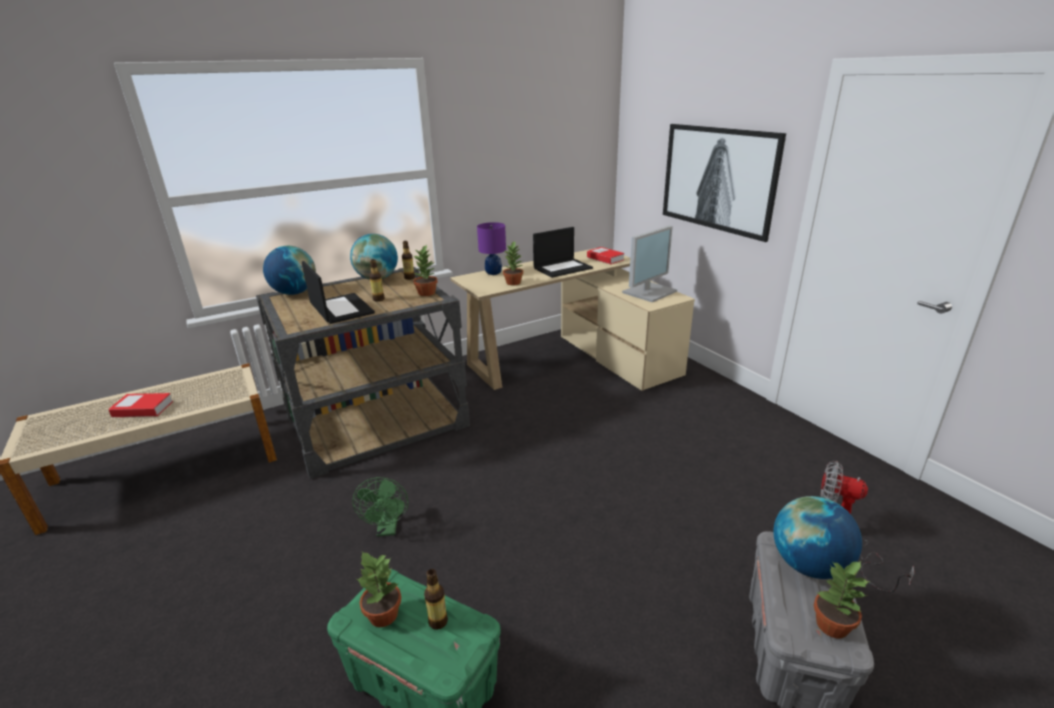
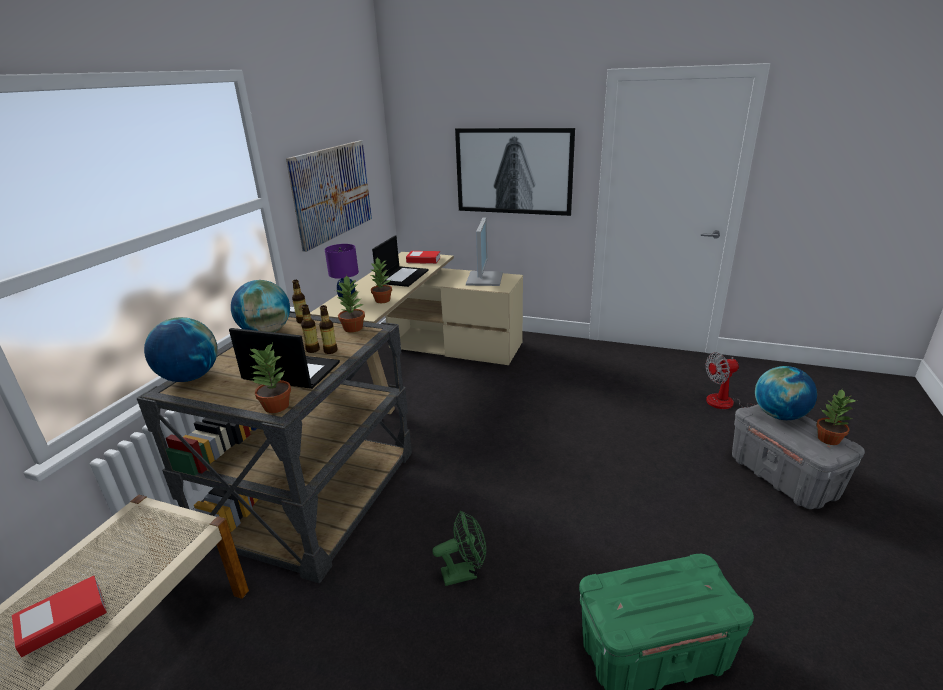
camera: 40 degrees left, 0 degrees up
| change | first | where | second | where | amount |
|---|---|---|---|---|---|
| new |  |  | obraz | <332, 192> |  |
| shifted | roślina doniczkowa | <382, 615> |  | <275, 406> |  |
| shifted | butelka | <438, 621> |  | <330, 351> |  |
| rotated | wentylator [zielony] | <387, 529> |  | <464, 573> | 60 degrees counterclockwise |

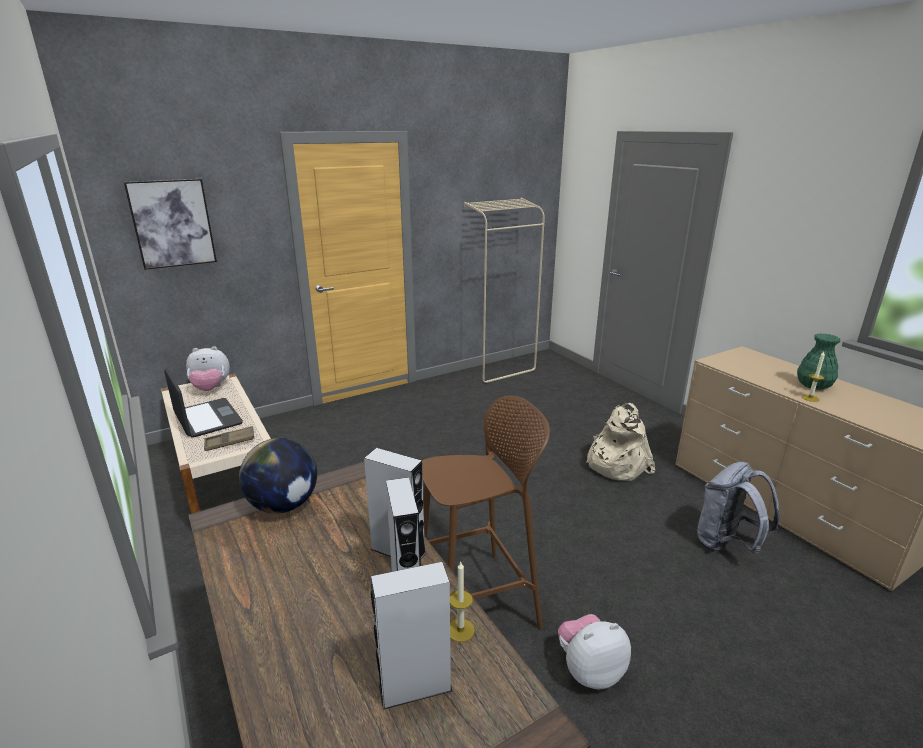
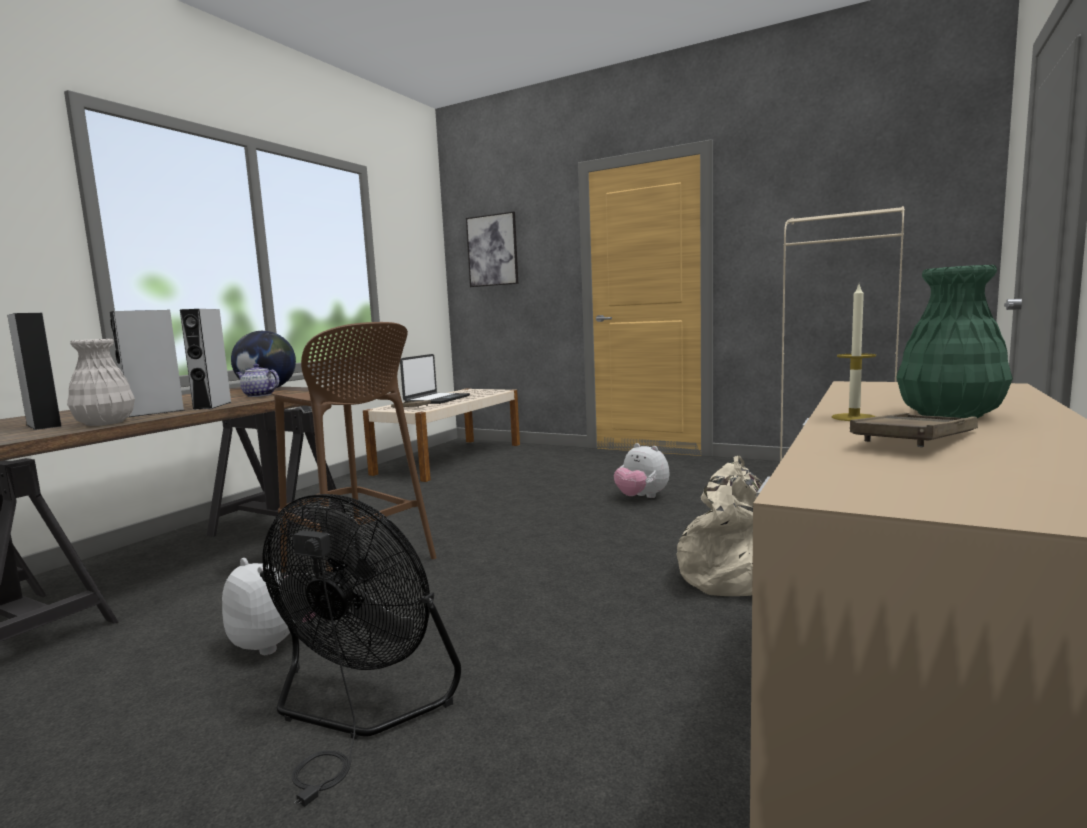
camera: 60 degrees right, 15 degrees down
| change | first | where | second | where | amount |
|---|---|---|---|---|---|
| gone | plecak [szary] | <727, 544> |  |  |  |
| new |  |  | imbryk | <258, 395> |  |
| new |  |  | wentylator [czarny] | <348, 711> |  |
| new |  |  | taca [brązowy] | <915, 439> |  |
| shifted | pluszak | <211, 388> |  | <641, 497> |  |
| swapped | świeca | <460, 630> | wazon [biały] | <105, 423> |  |

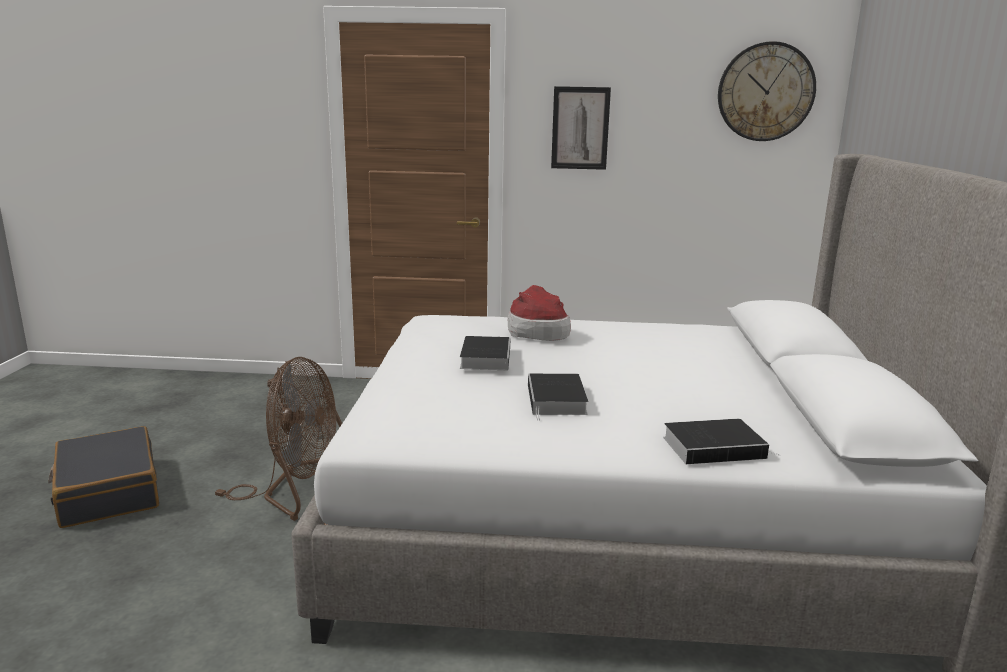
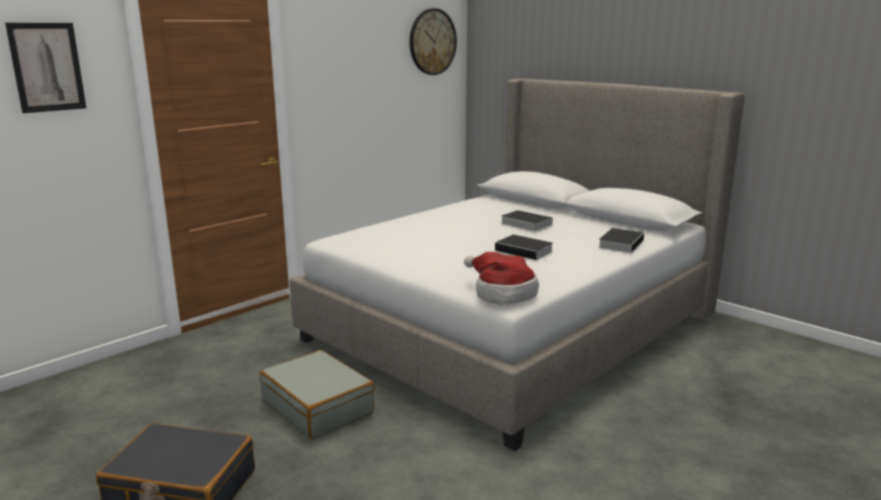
camera: 50 degrees left, 0 degrees up
| change | first | where | second | where | amount |
|---|---|---|---|---|---|
| shifted | książka | <485, 357> |  | <524, 223> |  |
| shifted | kapelusz | <537, 331> |  | <501, 294> |  |
| shifted | obraz | <580, 128> |  | <47, 67> |  |
| swapped | wentylator [brązowy] | <294, 487> | walizka [szary] | <318, 406> |  |

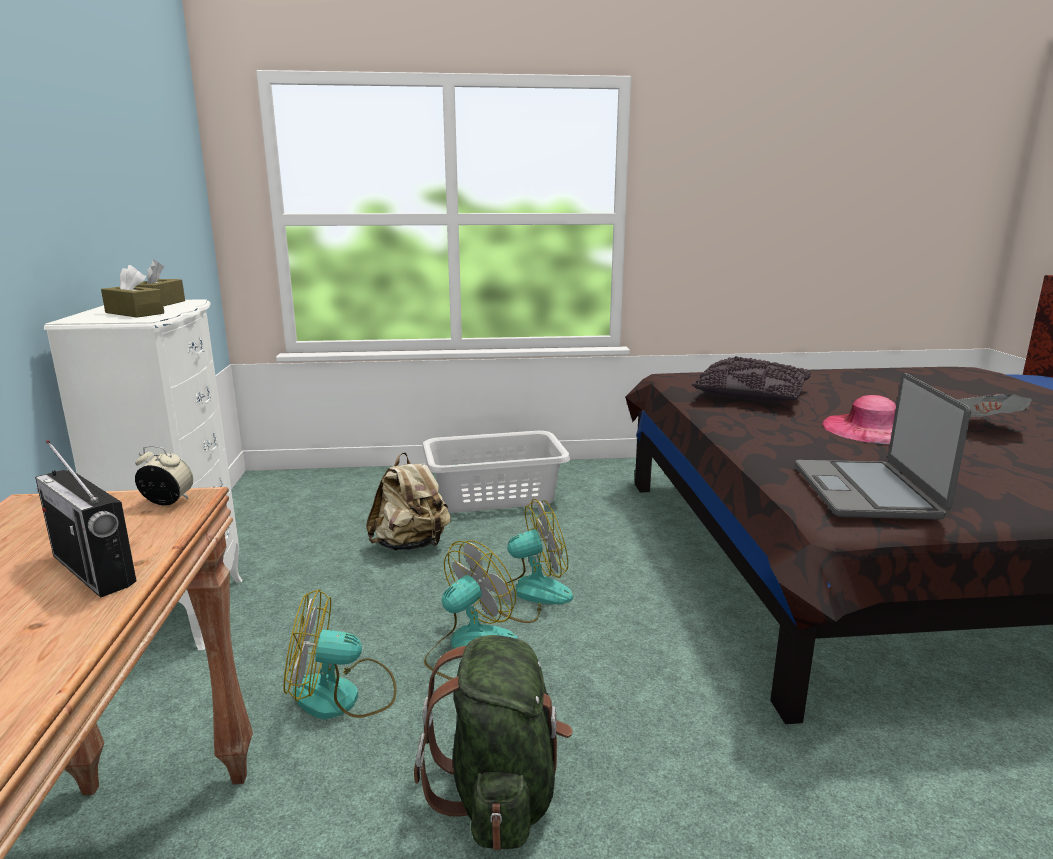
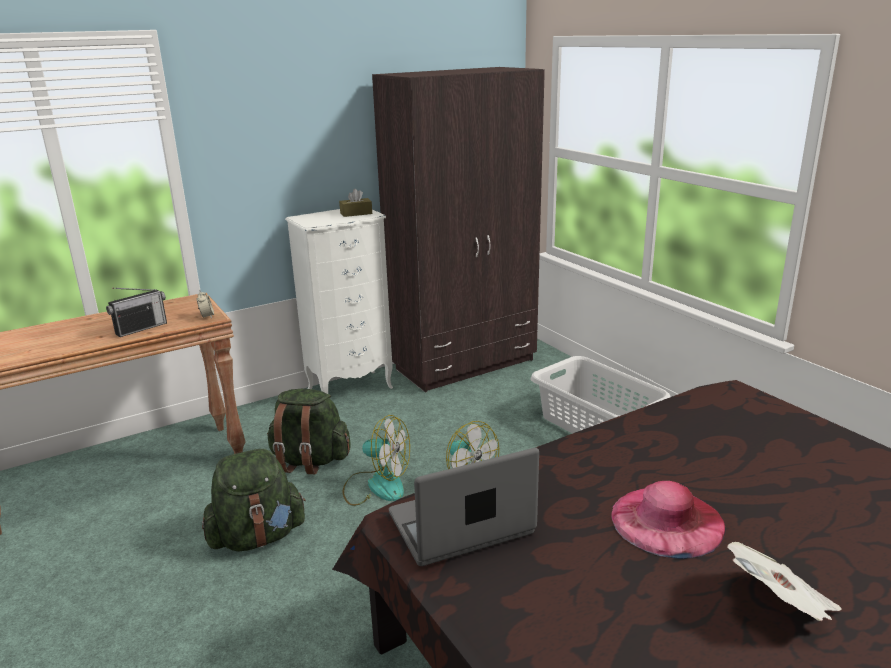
camera: 65 degrees right, 5 degrees up
| change | first | where | second | where | amount |
|---|---|---|---|---|---|
| gone | pudełko chusteczek [brązowy] | <134, 313> |  |  |  |
| gone | plecak [beżowy] | <411, 545> |  |  |  |
| gone | poduszka [czarny] | <751, 396> |  |  |  |
| new |  |  | szafa [brązowy] | <464, 364> |  |
| swapped | wentylator | <342, 696> | plecak [zielony] | <309, 461> |  |
| rotated | radio | <93, 570> |  | <141, 328> | 150 degrees counterclockwise |

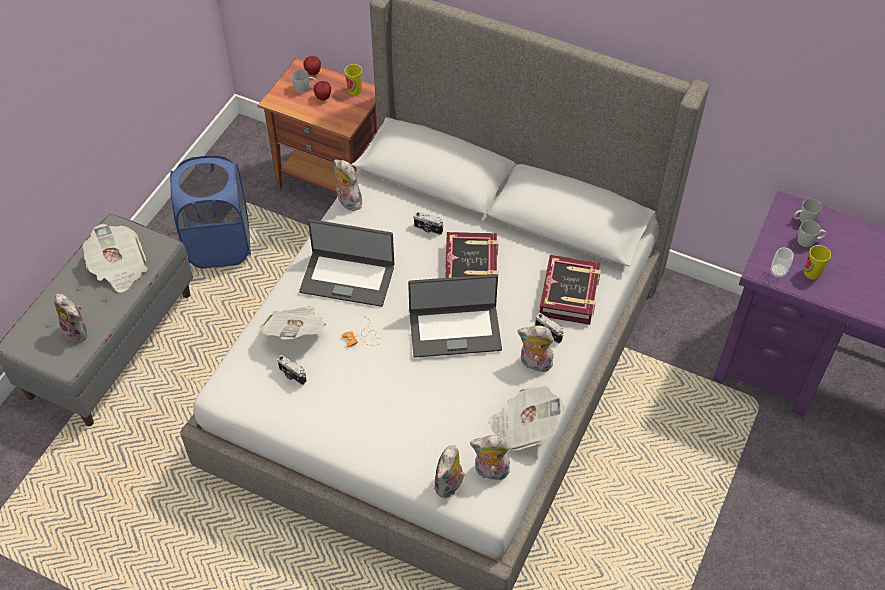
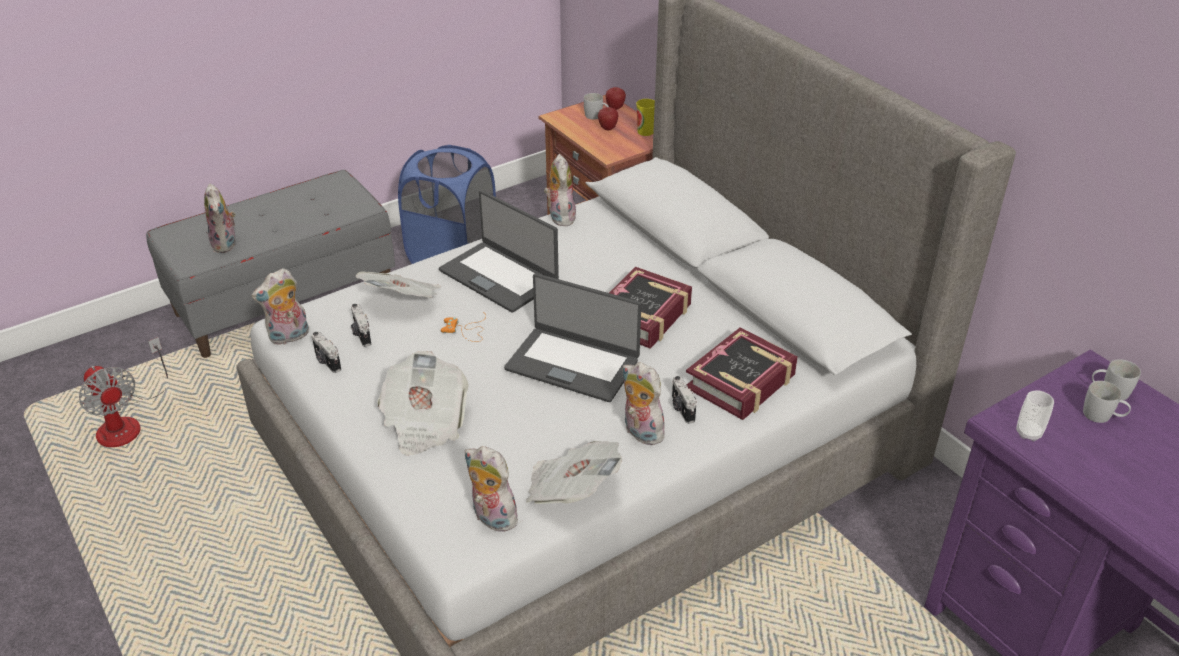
camera: 30 degrees right, 15 degrees down
| change | first | where | second | where | amount |
|---|---|---|---|---|---|
| gone | filiżanka | <812, 272> |  |  |  |
| new |  |  | wentylator | <127, 422> |  |
| shifted | gazeta | <119, 268> |  | <424, 422> |  |
| shifted | aparat fotograficzny | <428, 229> |  | <326, 362> |  |
| shifted | pluszak | <449, 486> |  | <289, 337> |  |

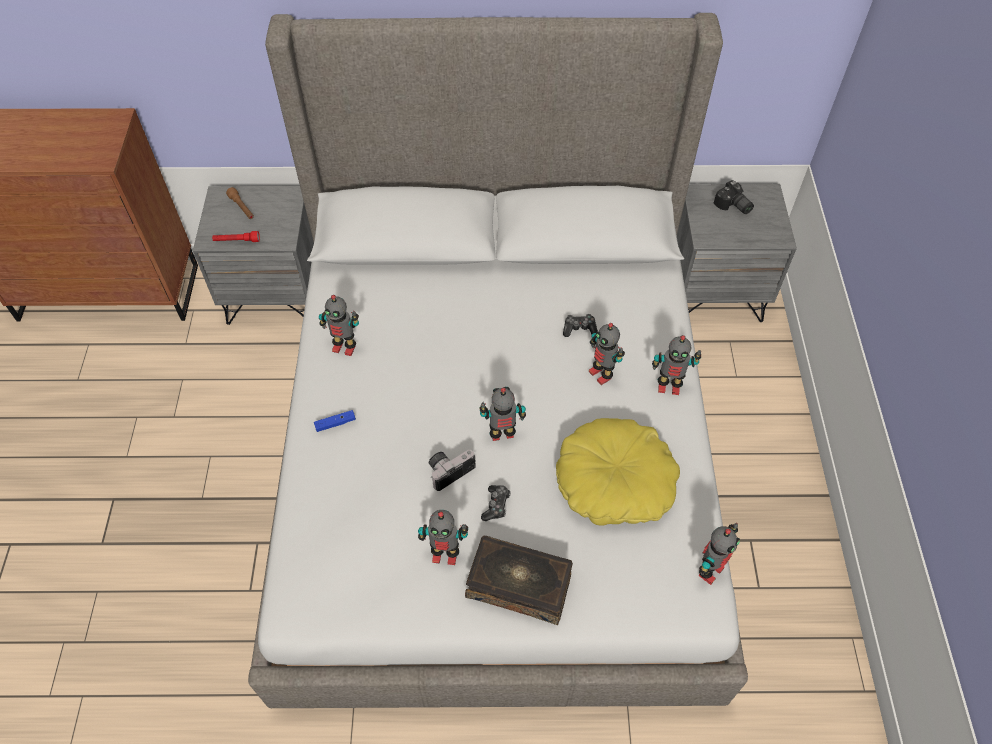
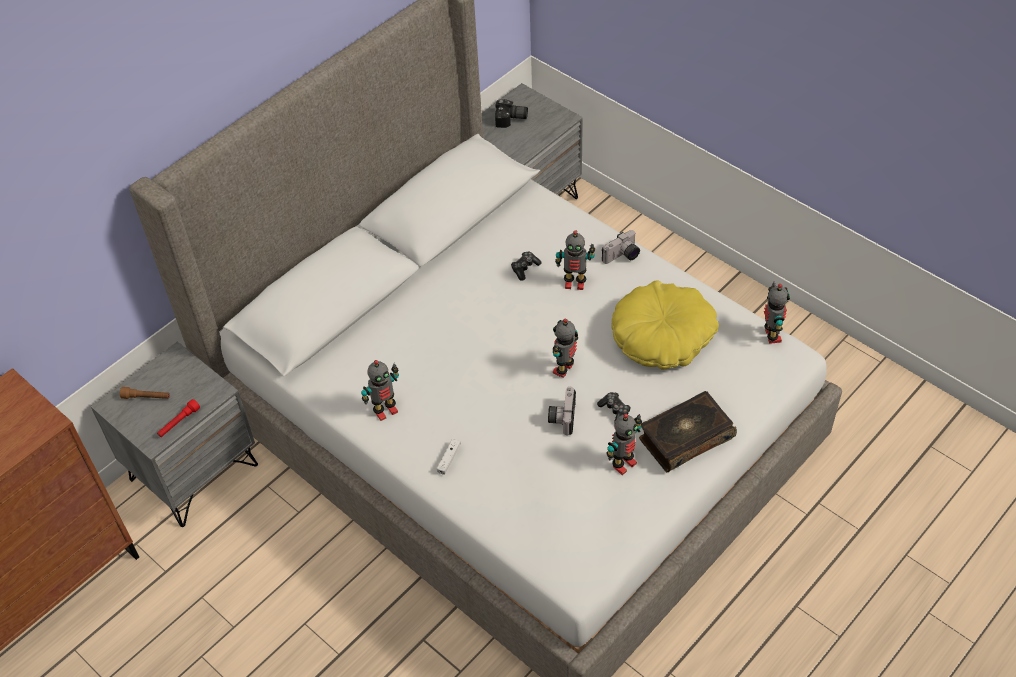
camera: 45 degrees left, 5 degrees down
| change | first | where | second | where | amount |
|---|---|---|---|---|---|
| swapped | robot zabawkowy | <668, 386> | aparat fotograficzny | <622, 256> |  |
| repainted | pad do gier [niebieski] | <335, 423> | pad do gier [biały] | <448, 459> |  |

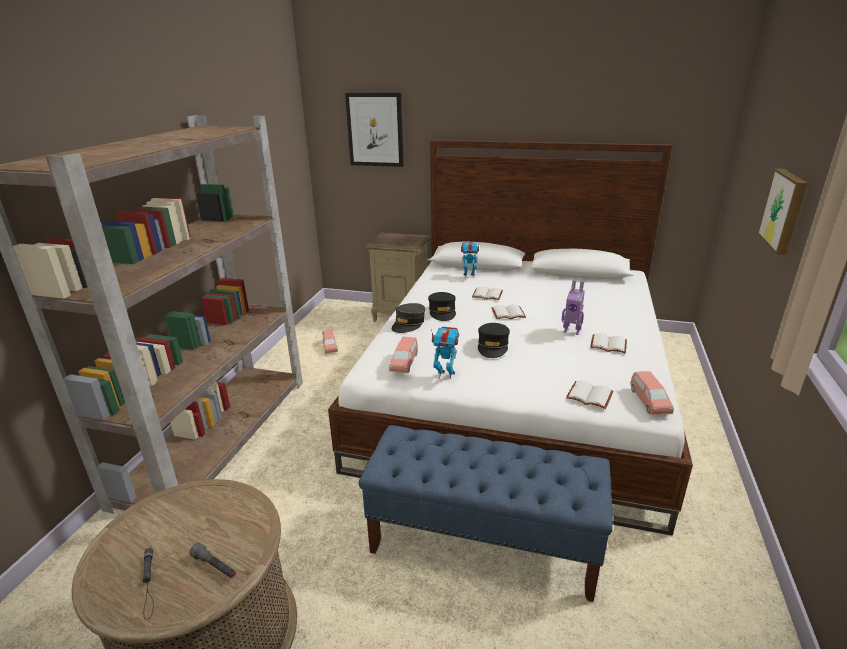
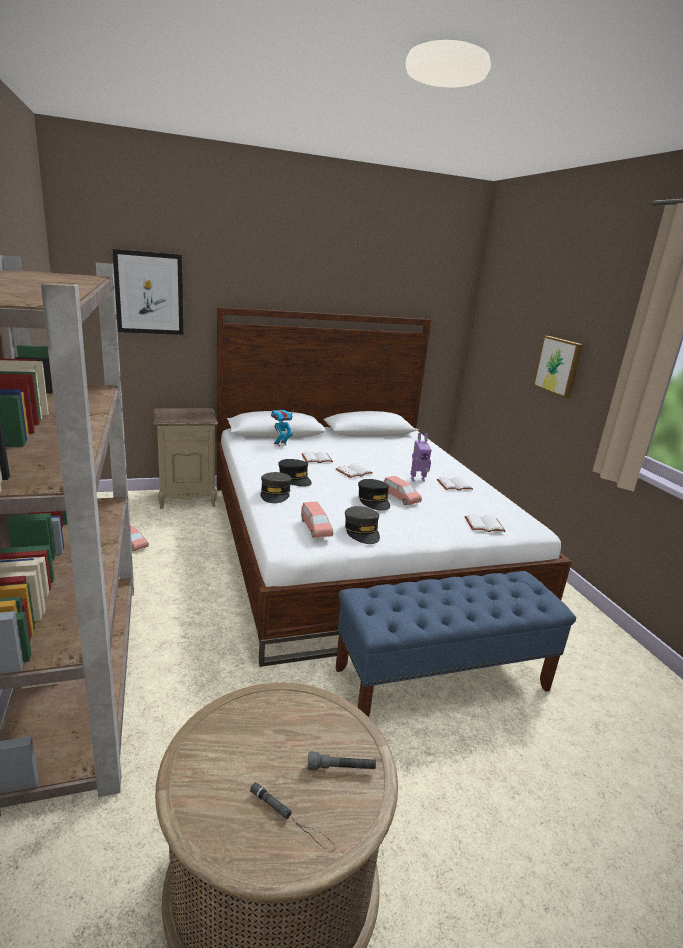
camera: 35 degrees left, 5 degrees down
| change | first | where | second | where | amount |
|---|---|---|---|---|---|
| shifted | samochodzik [różowy] | <649, 401> |  | <400, 498> |  |
| swapped | robot zabawkowy | <445, 375> | czapka z daszkiem [szary] | <362, 532> |  |

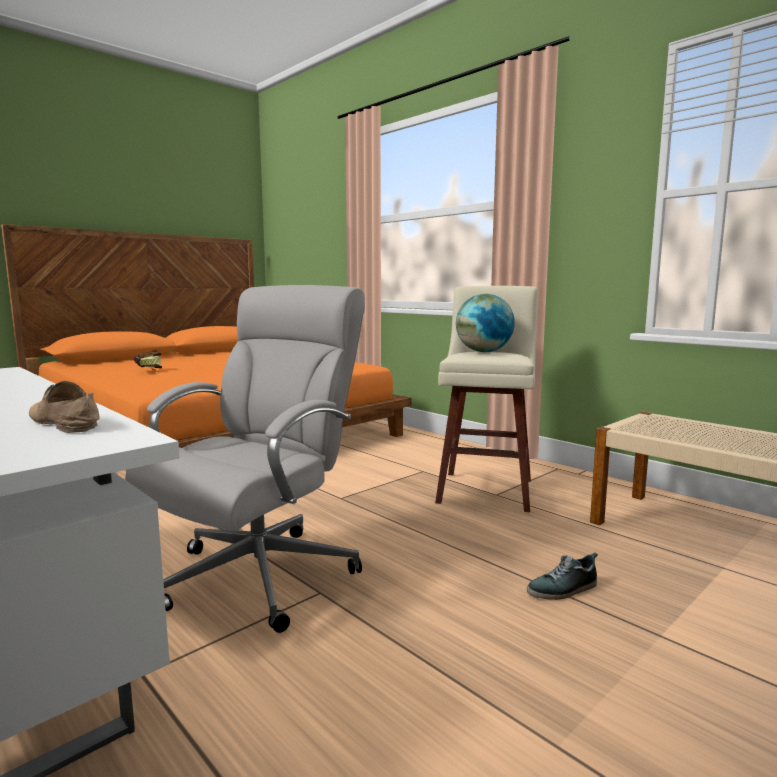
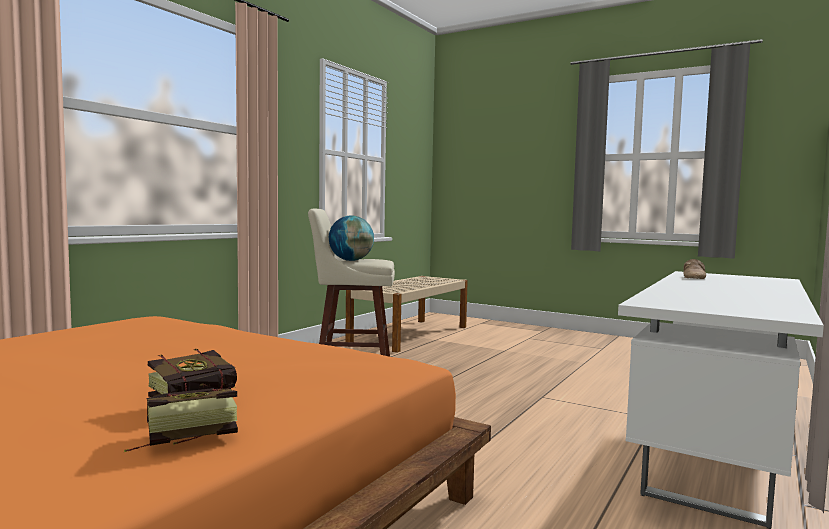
camera: 105 degrees left, 5 degrees down
| change | first | where | second | where | amount |
|---|---|---|---|---|---|
| gone | krzesło biurowe [szary] | <258, 576> |  |  |  |
| gone | but | <563, 589> |  |  |  |
| new |  |  | książka | <181, 438> |  |

